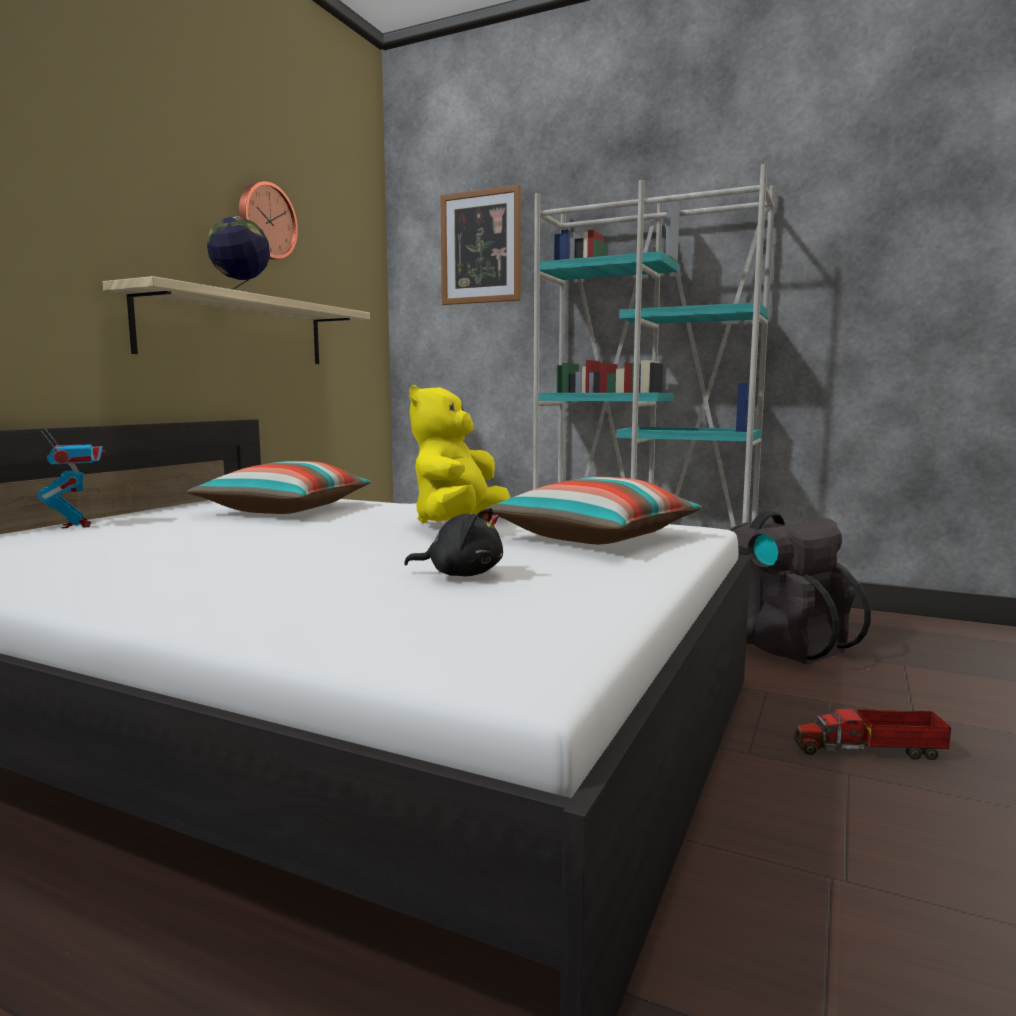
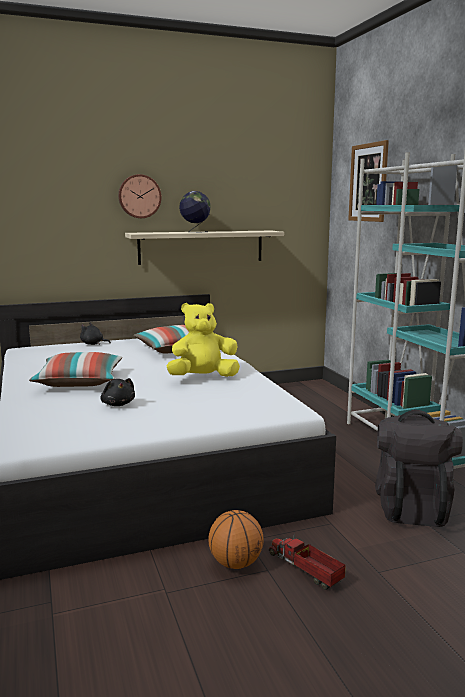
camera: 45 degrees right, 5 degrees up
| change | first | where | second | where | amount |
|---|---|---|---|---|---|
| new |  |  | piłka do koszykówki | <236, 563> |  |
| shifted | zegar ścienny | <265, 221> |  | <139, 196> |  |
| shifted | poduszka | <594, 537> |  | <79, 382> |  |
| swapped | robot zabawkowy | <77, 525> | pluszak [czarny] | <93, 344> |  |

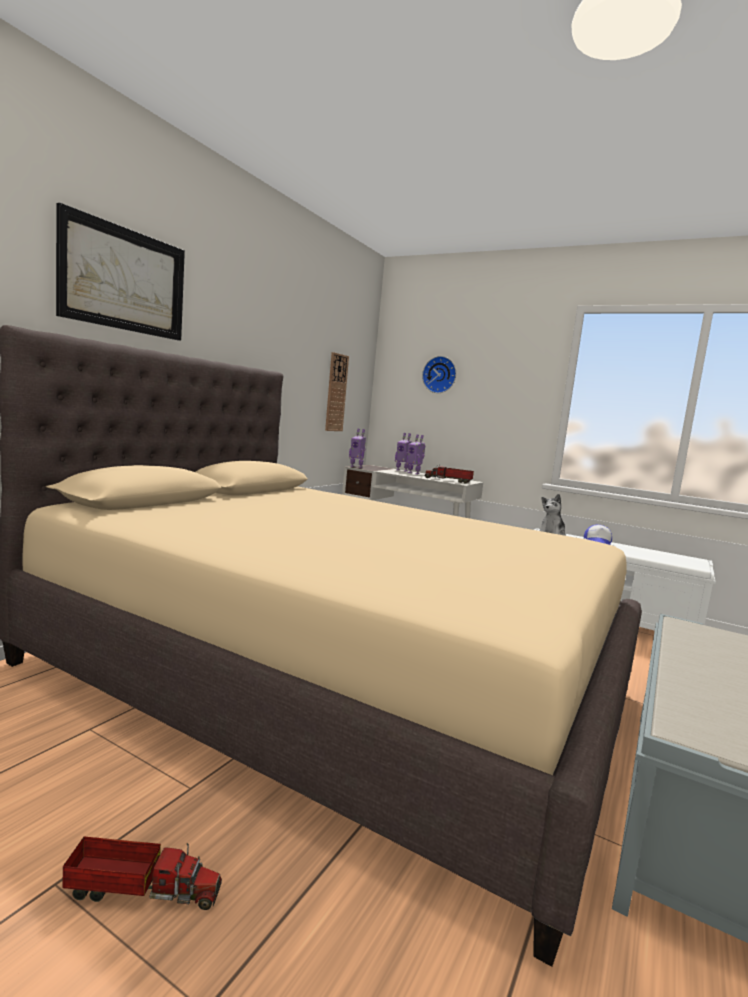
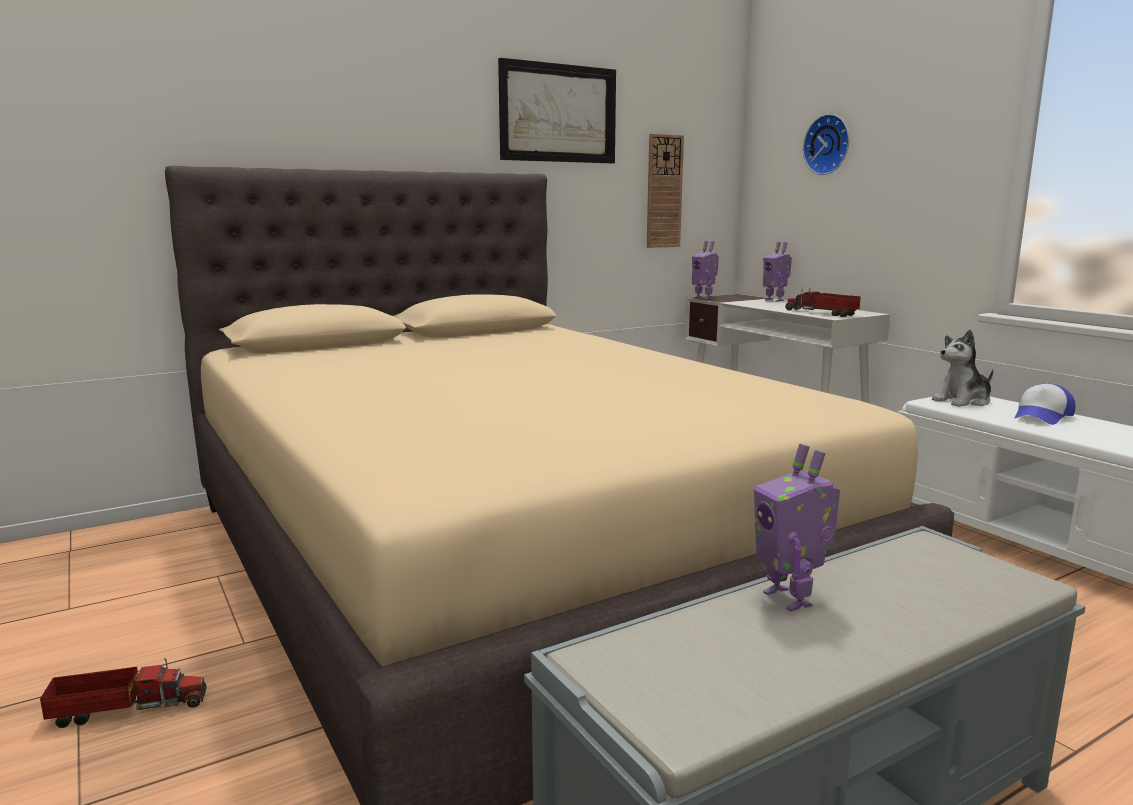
camera: 30 degrees right, 5 degrees up
| change | first | where | second | where | amount |
|---|---|---|---|---|---|
| shifted | obraz | <124, 280> |  | <558, 113> |  |
| shifted | robot zabawkowy | <414, 473> |  | <790, 598> |  |
| rotated | ciężarówka zabawkowa | <140, 890> |  | <125, 709> | 45 degrees counterclockwise |

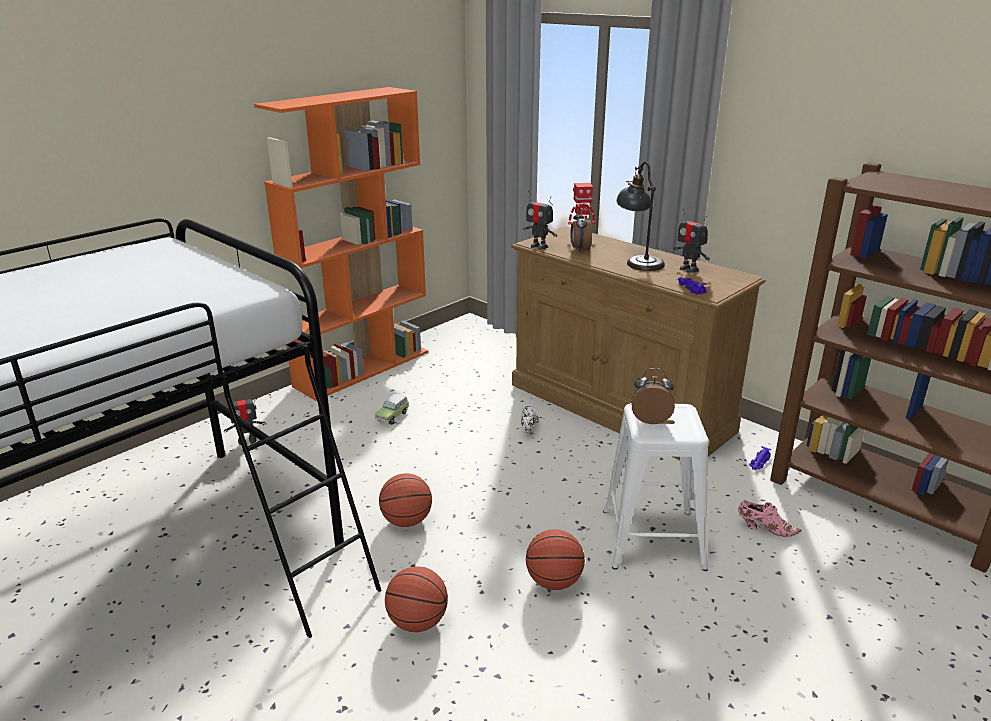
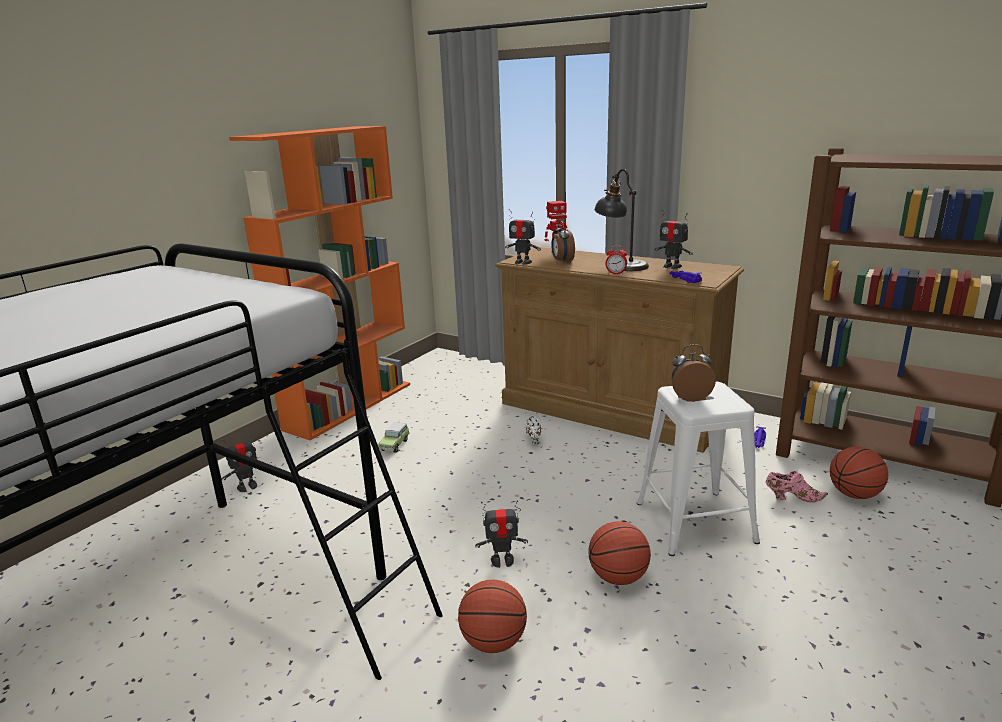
camera: 10 degrees left, 5 degrees down
| change | first | where | second | where | amount |
|---|---|---|---|---|---|
| new |  |  | robot zabawkowy | <502, 560> |  |
| new |  |  | budzik | <616, 273> |  |
| shifted | piłka do koszykówki | <407, 521> |  | <854, 494> |  |

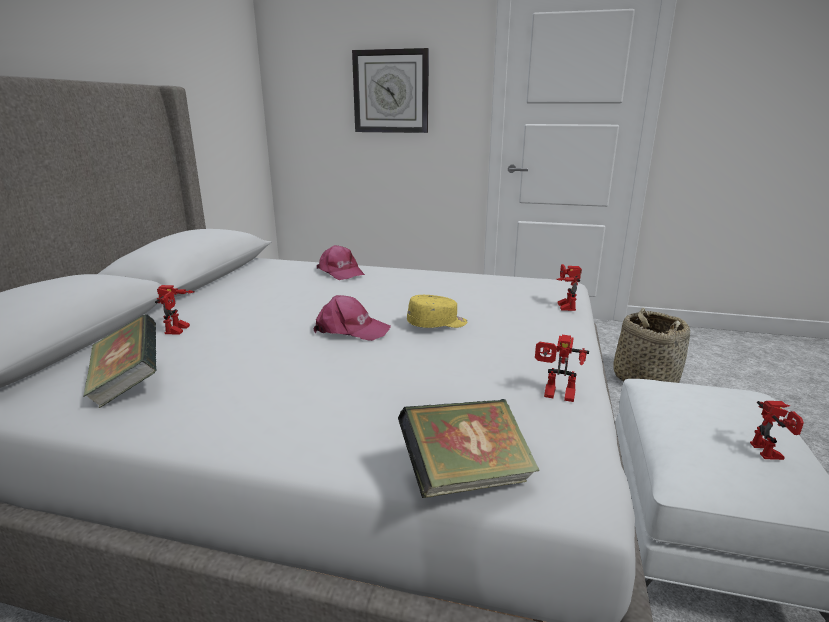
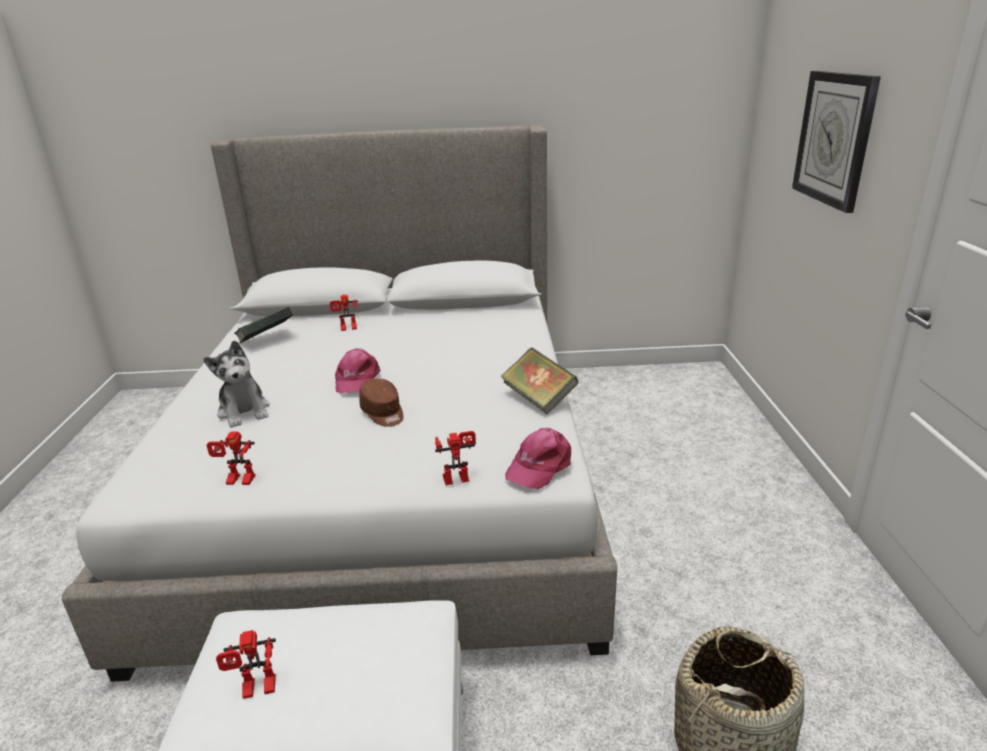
camera: 75 degrees right, 5 degrees up
| change | first | where | second | where | amount |
|---|---|---|---|---|---|
| new |  |  | pluszak | <244, 411> |  |
| shifted | czapka z daszkiem [różowy] | <341, 272> |  | <539, 466> |  |
| shifted | książka | <466, 478> |  | <539, 399> |  |
| repainted | czapka z daszkiem [żółty] | <437, 324> | czapka z daszkiem [brązowy] | <383, 413> |  |
| rotated | robot zabawkowy | <556, 396> |  | <237, 481> | 90 degrees counterclockwise |

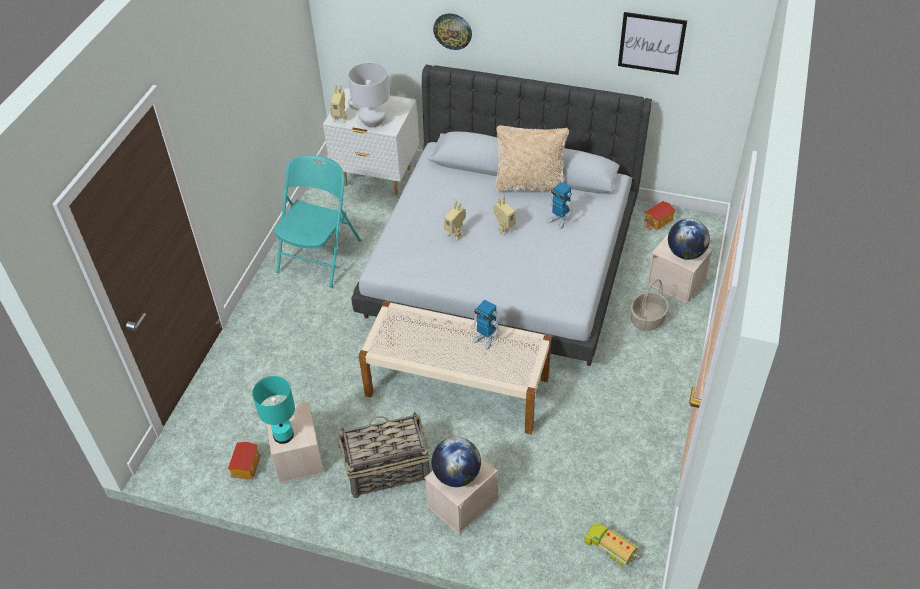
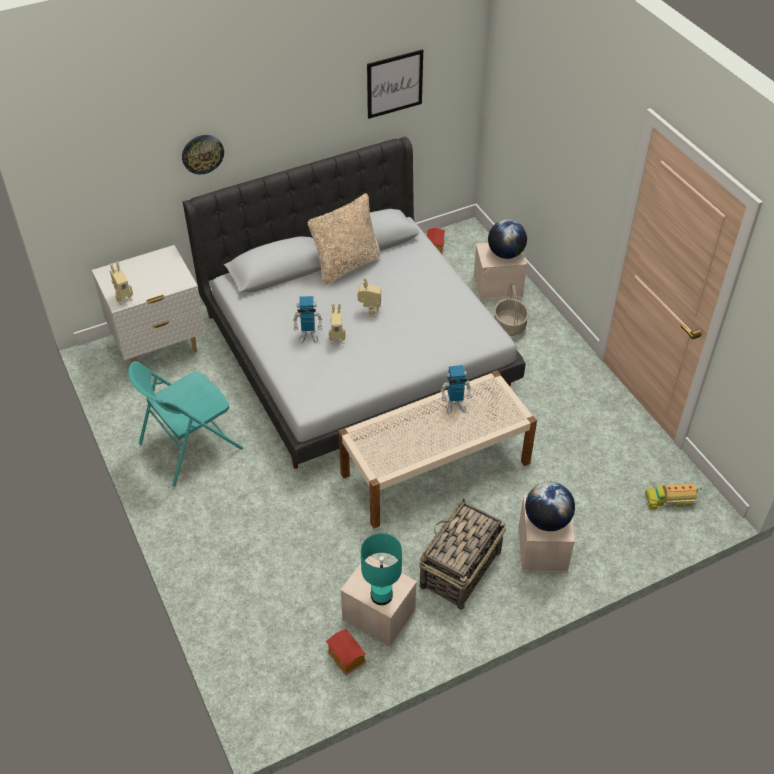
camera: 45 degrees left, 0 degrees up
| change | first | where | second | where | amount |
|---|---|---|---|---|---|
| gone | lampa stołowa [biały] | <368, 113> |  |  |  |
| shifted | robot zabawkowy | <558, 221> |  | <308, 336> |  |
| rotated | krzesło [turkusowy] | <319, 256> |  | <190, 446> | 105 degrees counterclockwise |

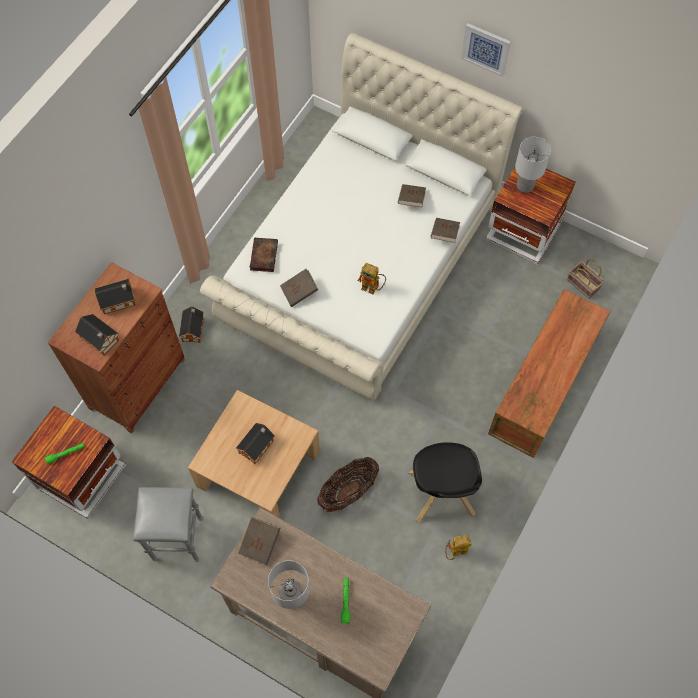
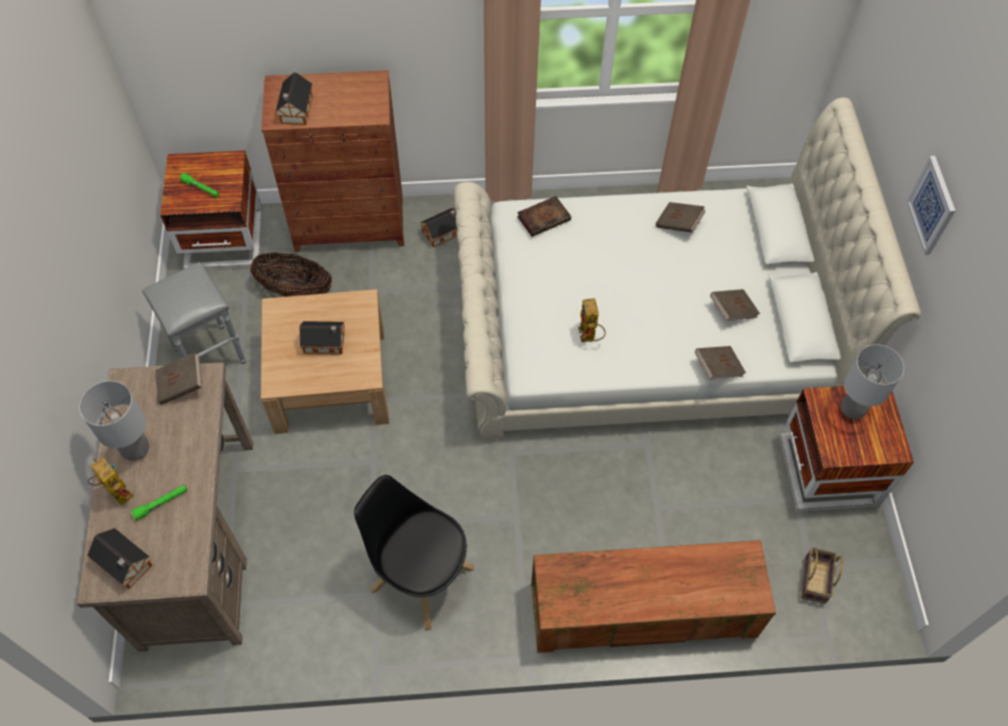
camera: 55 degrees right, 5 degrees down
| change | first | where | second | where | amount |
|---|---|---|---|---|---|
| shifted | domek | <119, 300> |  | <125, 565> |  |
| shifted | książka [brązowy] | <299, 292> |  | <678, 224> |  |
| shifted | koszyk | <348, 491> |  | <295, 291> |  |
| shifted | robot zabawkowy | <455, 552> |  | <116, 491> |  |
| rotated | krzesło [czarny] | <441, 495> |  | <420, 576> | 75 degrees clockwise |

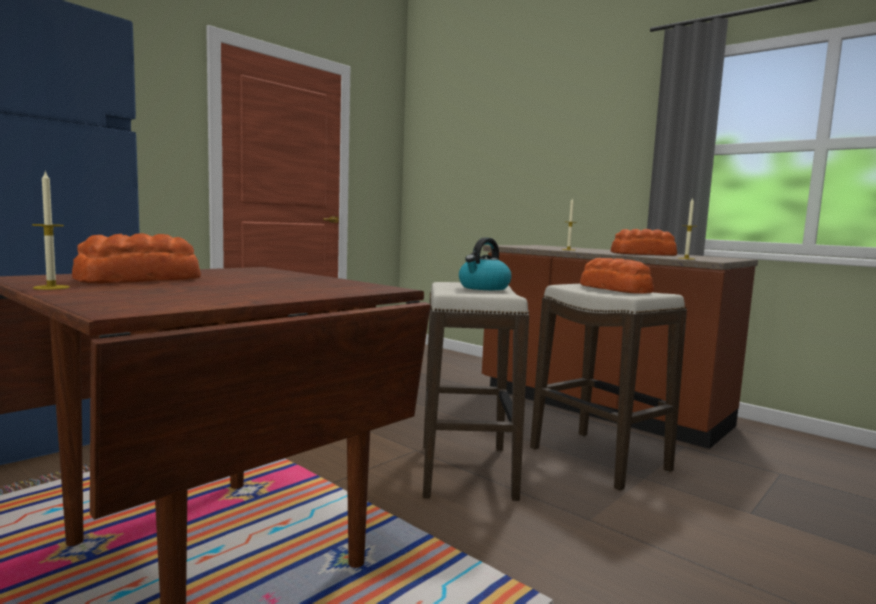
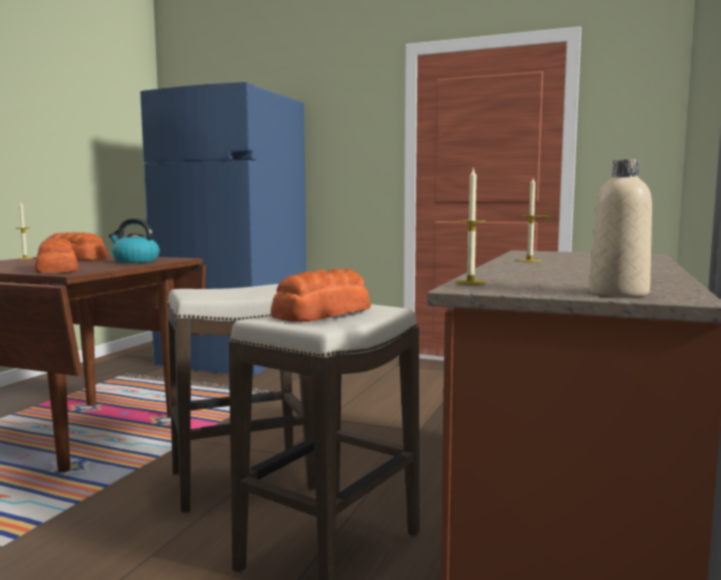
camera: 70 degrees right, 0 degrees up
| change | first | where | second | where | amount |
|---|---|---|---|---|---|
| new |  |  | butelka [beżowy] | <618, 293> |  |
| shifted | czajnik | <483, 288> |  | <135, 261> |  |
| shifted | chleb | <644, 254> |  | <56, 269> |  |

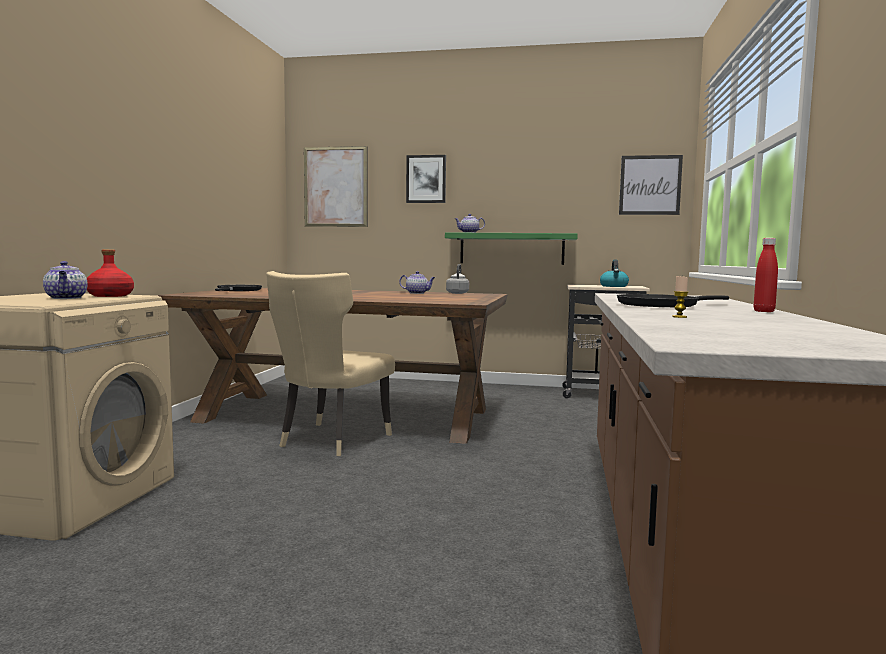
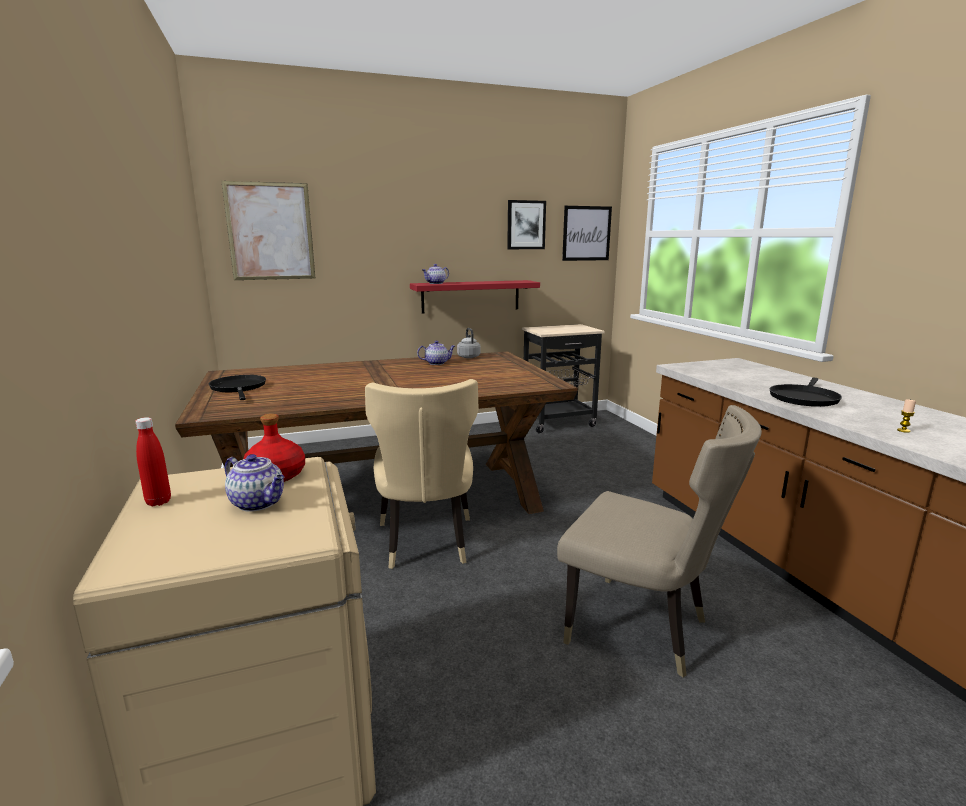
camera: 30 degrees left, 10 degrees up
| change | first | where | second | where | amount |
|---|---|---|---|---|---|
| gone | czajnik | <614, 286> |  |  |  |
| new |  |  | krzesło [beżowy] | <643, 629> |  |
| shifted | obraz | <426, 179> |  | <526, 225> |  |
| shifted | butelka [czerwony] | <764, 311> |  | <158, 502> |  |
| repainted | półka [zielony] | <511, 249> | półka [czerwony] | <471, 296> |  |

